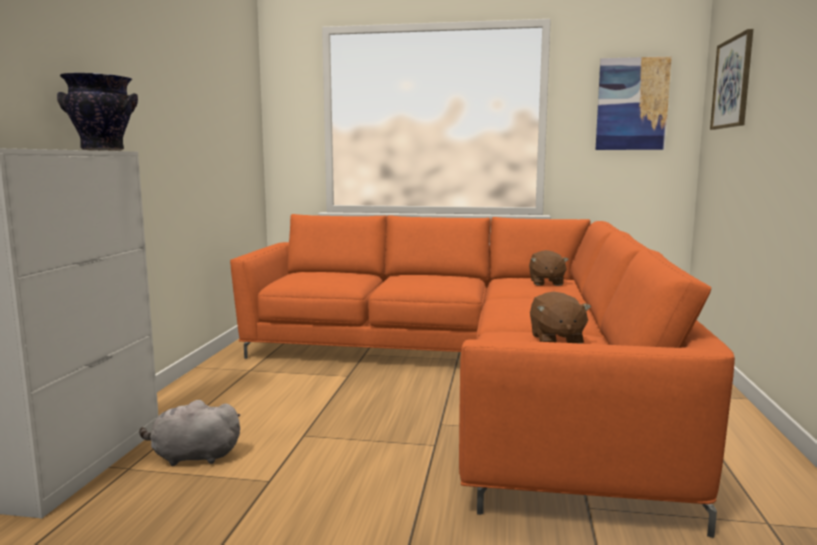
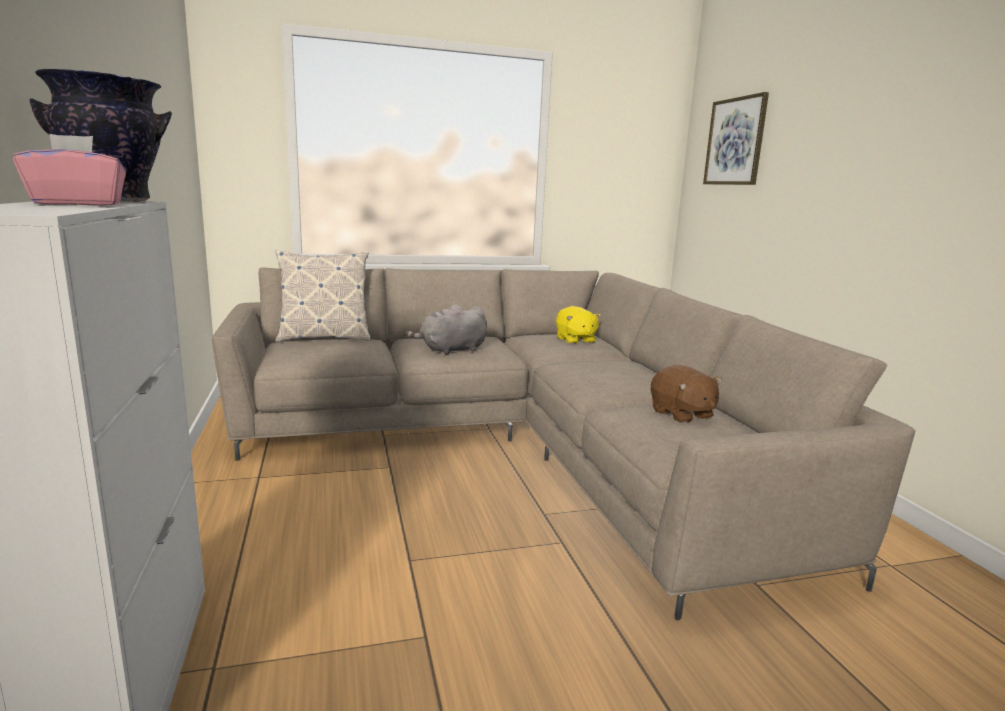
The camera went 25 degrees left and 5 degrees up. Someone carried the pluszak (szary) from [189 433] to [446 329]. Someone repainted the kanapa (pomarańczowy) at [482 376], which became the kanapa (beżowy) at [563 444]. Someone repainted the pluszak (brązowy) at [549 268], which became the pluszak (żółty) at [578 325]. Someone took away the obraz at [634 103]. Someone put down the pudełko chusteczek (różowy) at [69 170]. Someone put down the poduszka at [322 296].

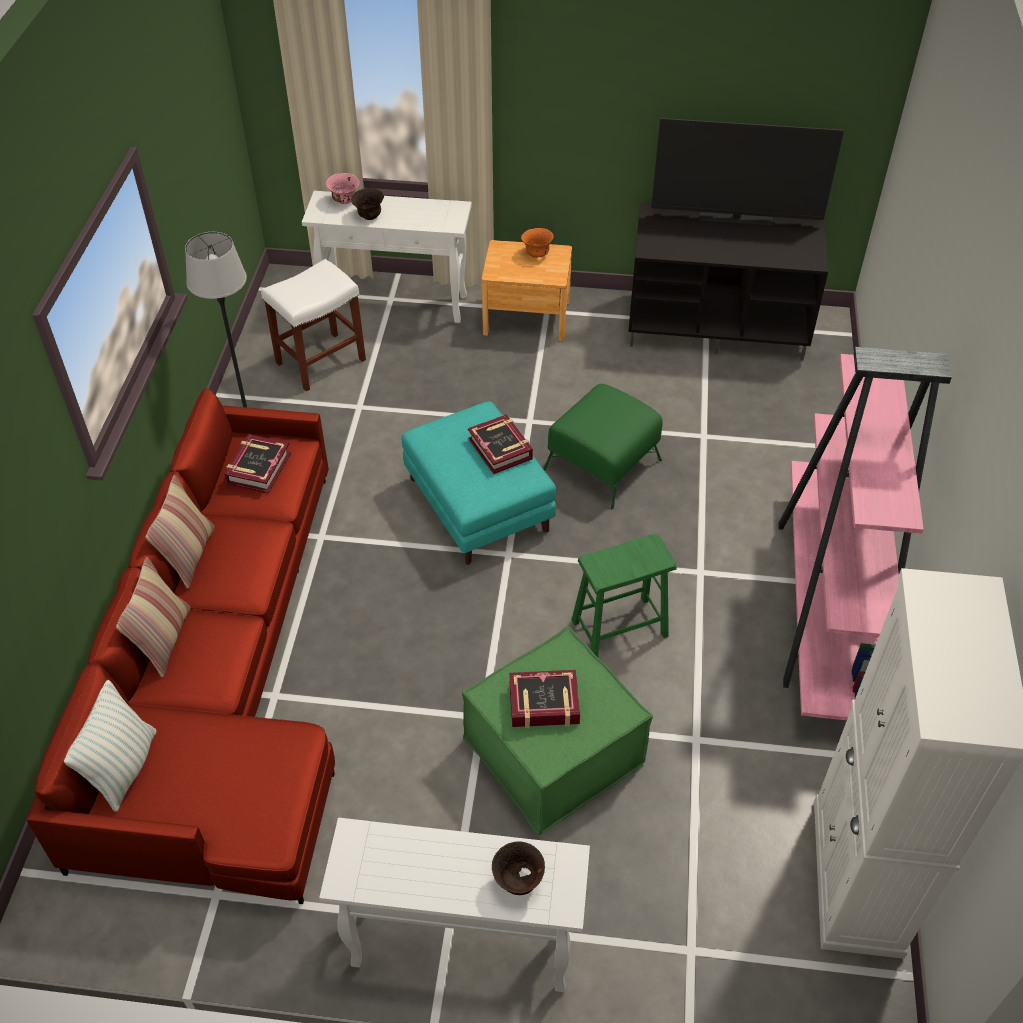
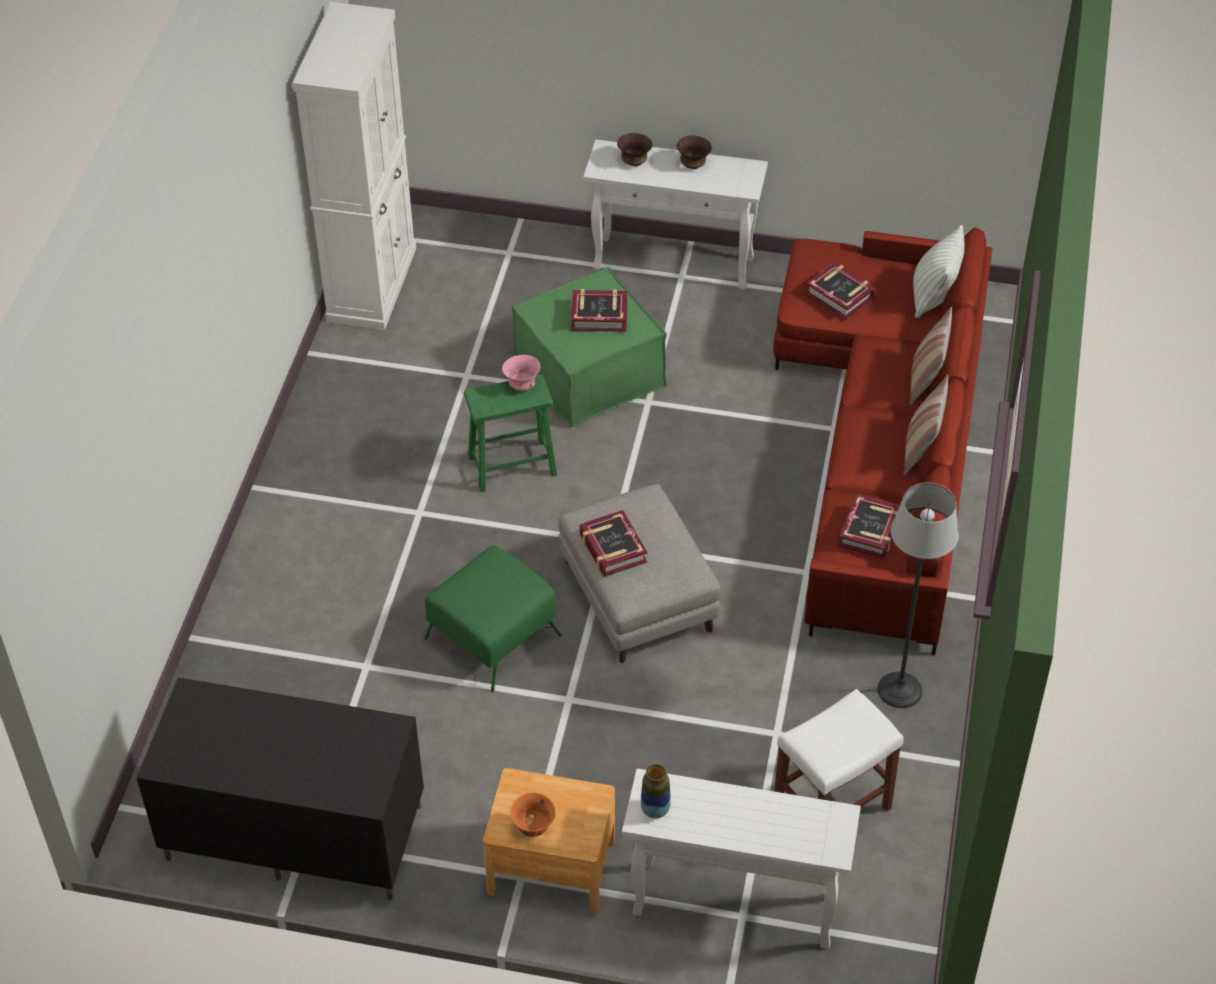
The camera went 175 degrees left and 0 degrees up. Someone carried the miska (różowy) from [342 188] to [521 373]. Someone carried the miska (brązowy) from [367 204] to [694 152]. Someone repainted the pufa (turkusowy) at [479 483], which became the pufa (szary) at [639 573]. Someone took away the telewizor at [747 172]. Someone took away the regał (różowy) at [865 533]. Someone put down the wazon at [656 791]. Someone put down the książka at [840 291].

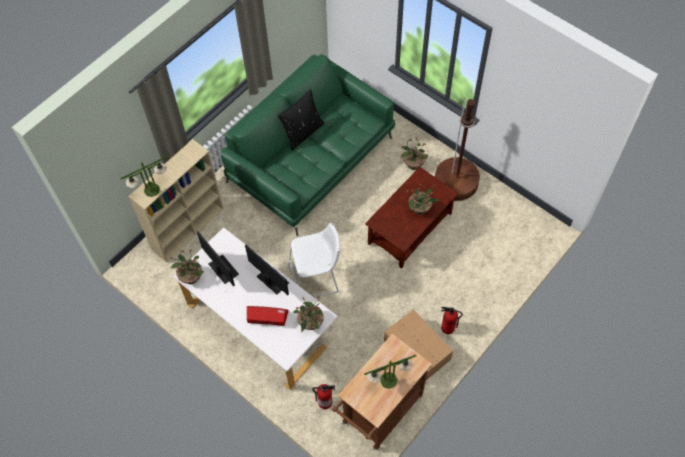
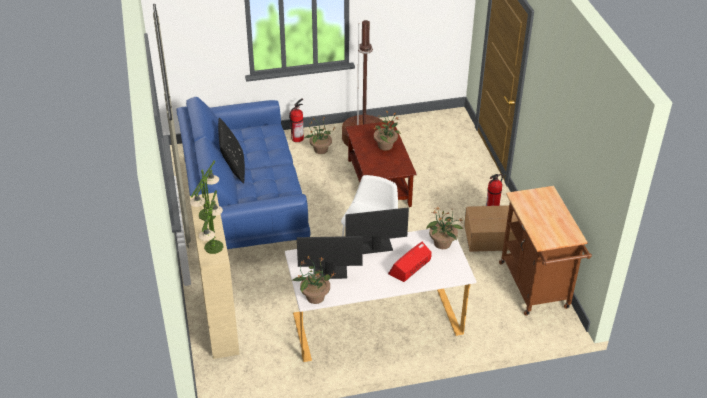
The camera went 55 degrees left and 20 degrees down. Someone repainted the kanapa (zielony) at [308 145], which became the kanapa (niebieski) at [243 173]. Someone carried the gaśnica from [323 396] to [296 120]. Someone carried the lampa stołowa from [390 372] to [204 190].

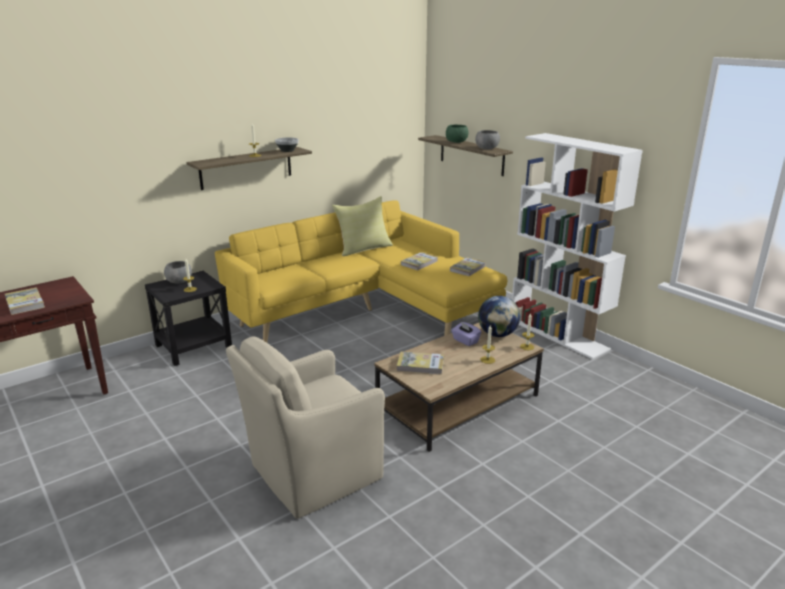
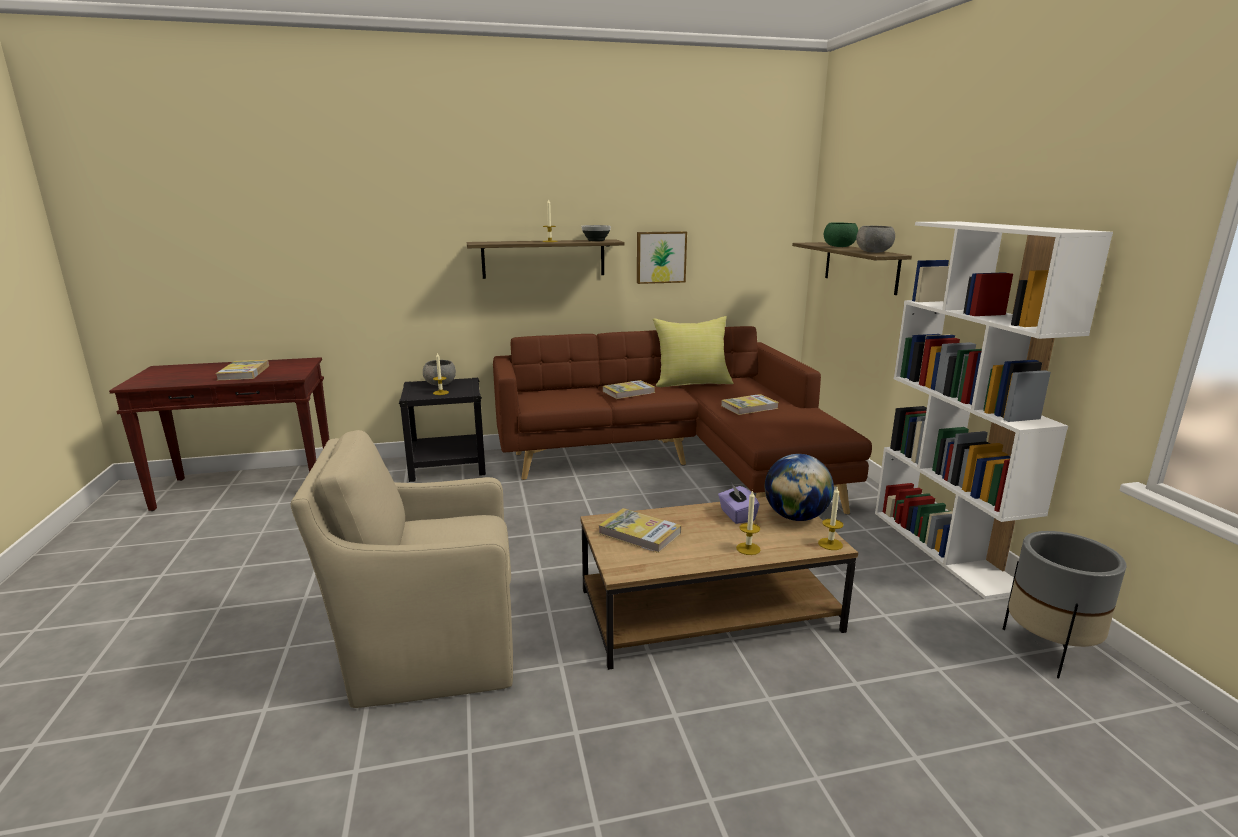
The camera went 25 degrees right and 5 degrees down. Someone repainted the kanapa (żółty) at [361 271], which became the kanapa (brązowy) at [682 420]. Someone carried the książka from [468 266] to [629 389]. Someone put up the obraz at [662 257]. Someone put down the donica (szary) at [1065 604].

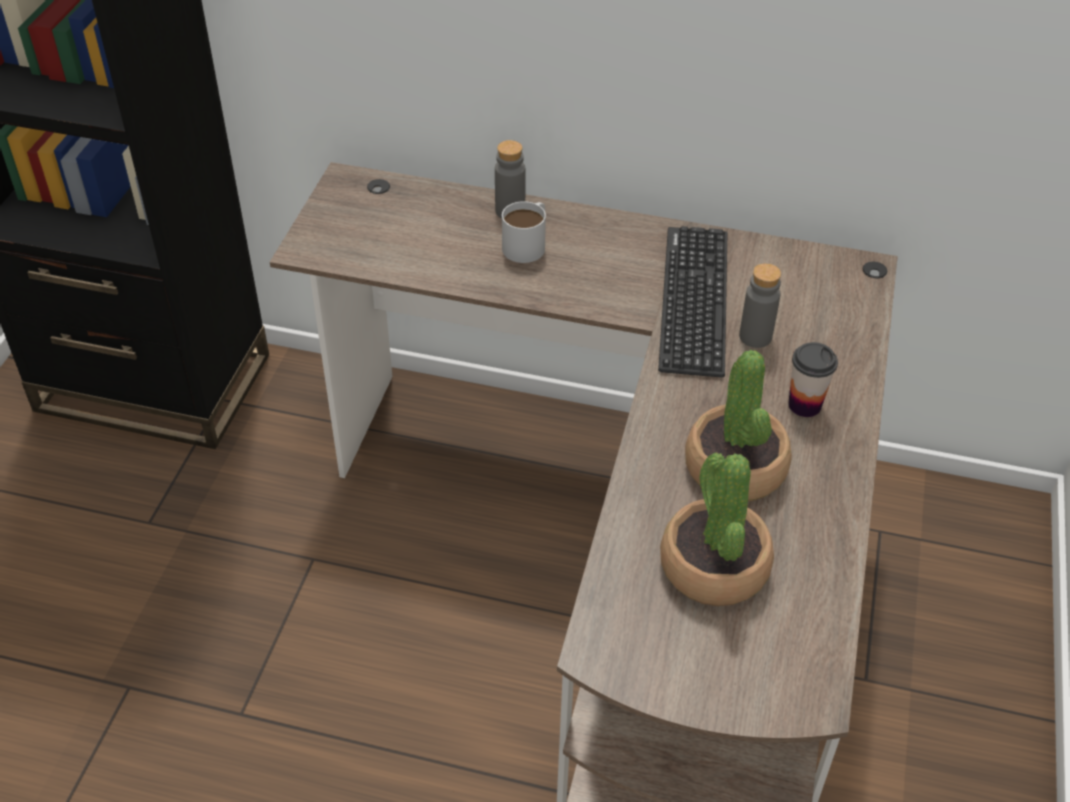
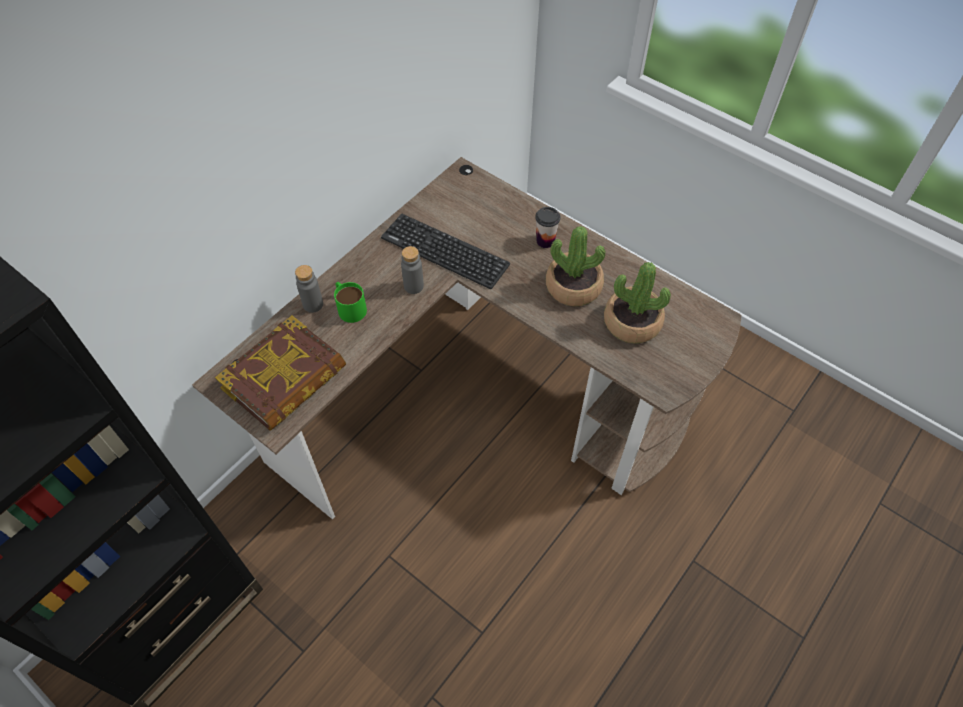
The camera went 65 degrees left and 10 degrees up. Someone repainted the kubek (biały) at [524 232], which became the kubek (zielony) at [350 302]. Someone carried the butelka (szary) from [760 305] to [412 270]. Someone put down the książka at [280 373].

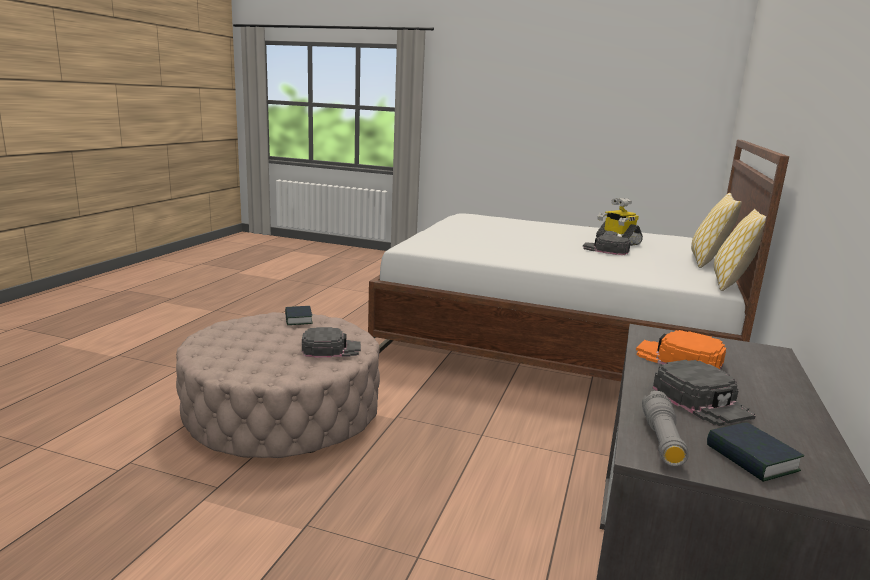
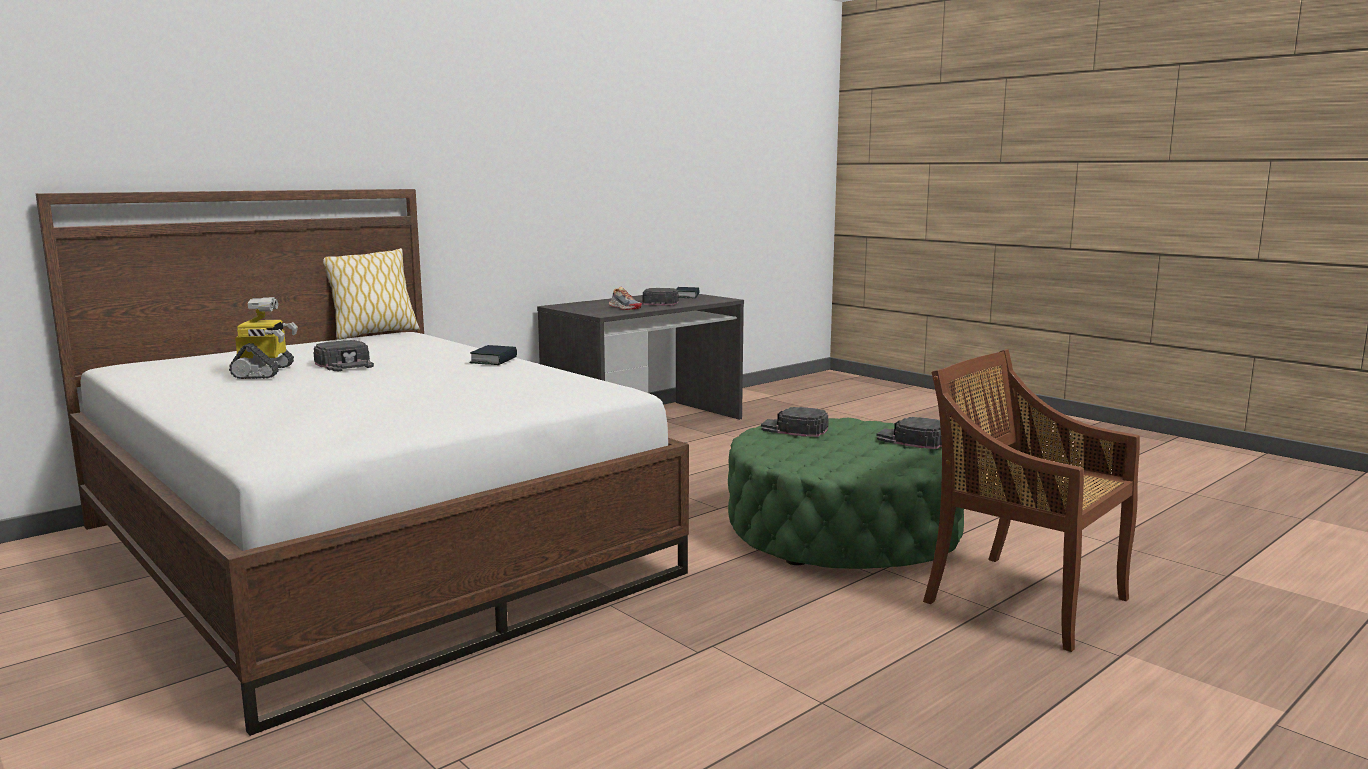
The camera went 150 degrees left and 5 degrees down. Someone repainted the pufa (beżowy) at [278 385], which became the pufa (zielony) at [846 493]. Someone carried the książka from [299 315] to [493 355]. Someone swapped the czapka z daszkiem (pomarańczowy) at [681 350] for the but at [625 298]. Someone took away the latarka (szary) at [665 428]. Someone took away the poduszka at [716 230]. Someone put down the czapka z daszkiem (czarny) at [909 433]. Someone put down the krzesło (brązowy) at [1031 500].

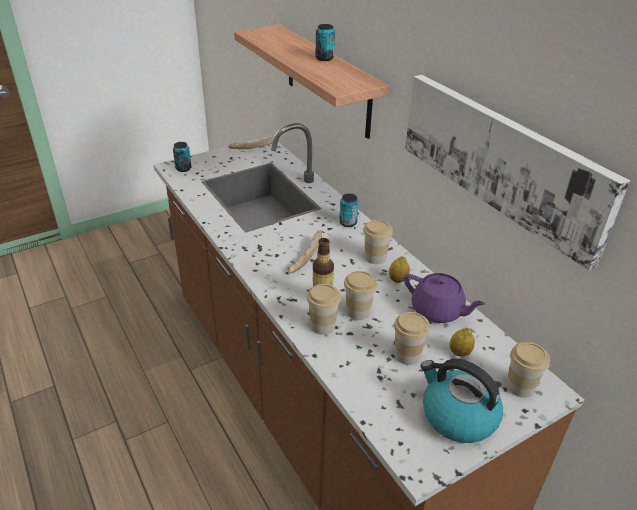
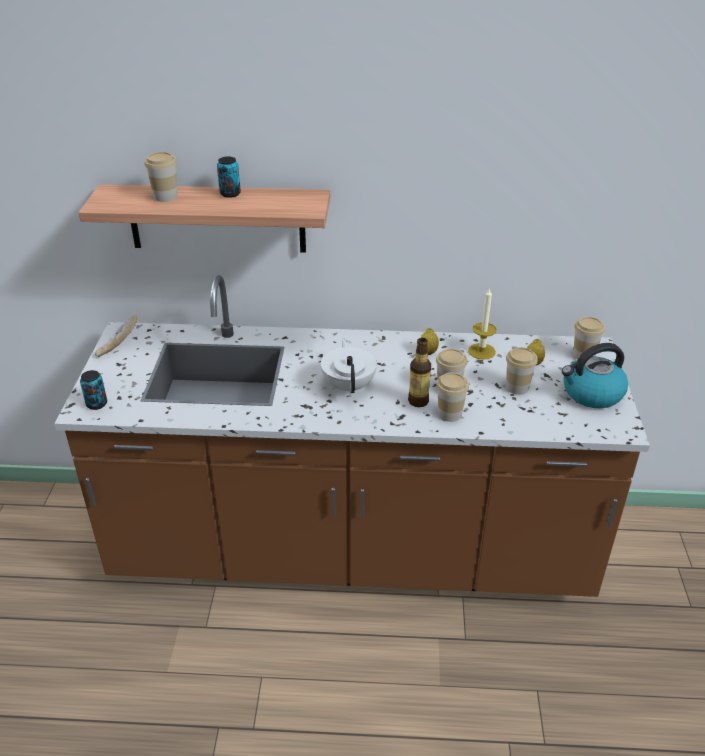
The camera went 55 degrees left and 0 degrees up. Someone swapped the chleb at [305 251] for the imbryk (biały) at [349 366]. Someone took away the puszka at [349 210]. Someone carried the filiżanka from [378 242] to [161 177]. Someone swapped the imbryk (fioletowy) at [445 298] for the świeca at [482 323]. Someone took away the obraz at [517 172].

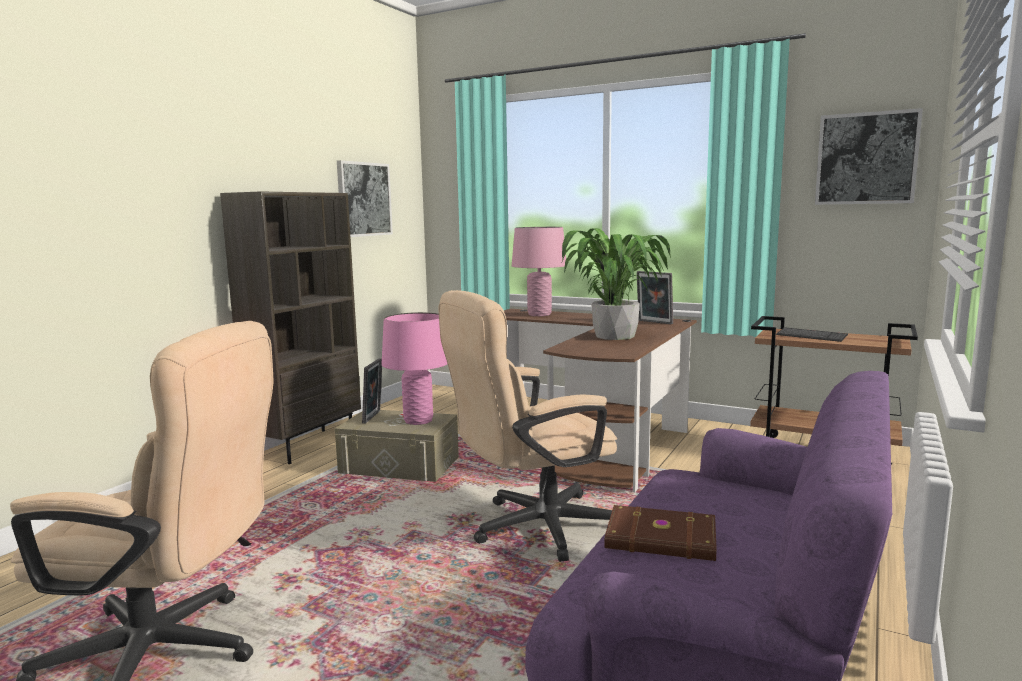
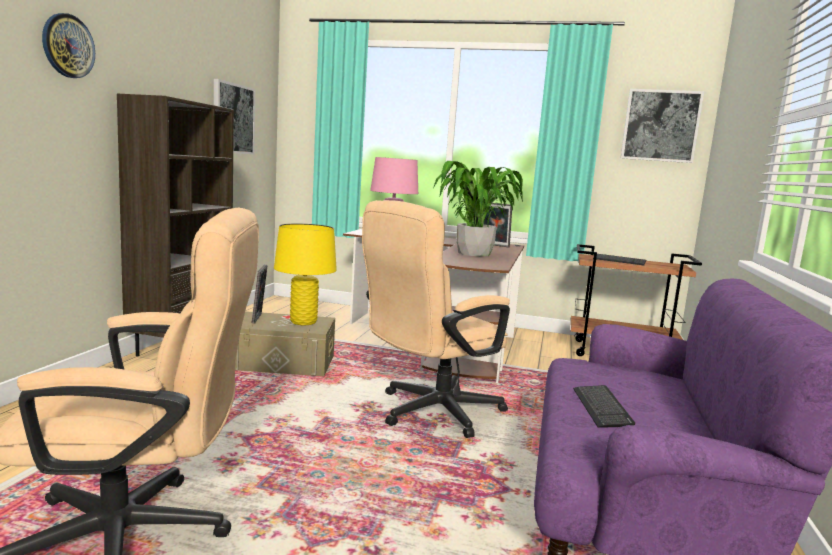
The camera went 15 degrees left and 0 degrees up. Someone repainted the lampa stołowa (różowy) at [414 368], which became the lampa stołowa (żółty) at [305 274]. Someone swapped the książka (brązowy) at [660 533] for the klawiatura at [604 406]. Someone put up the zegar ścienny at [68 45].

